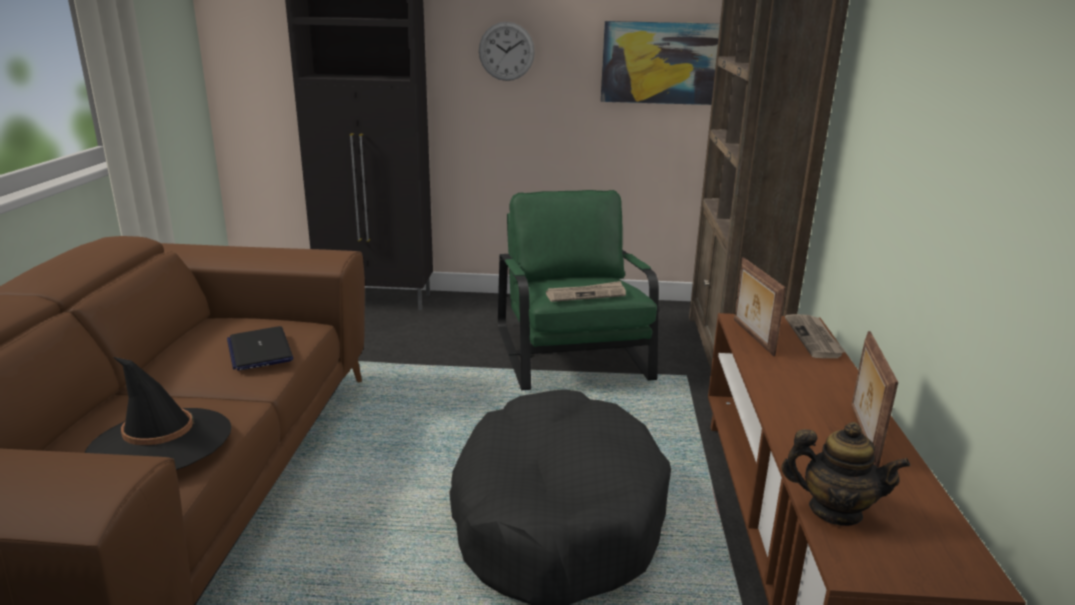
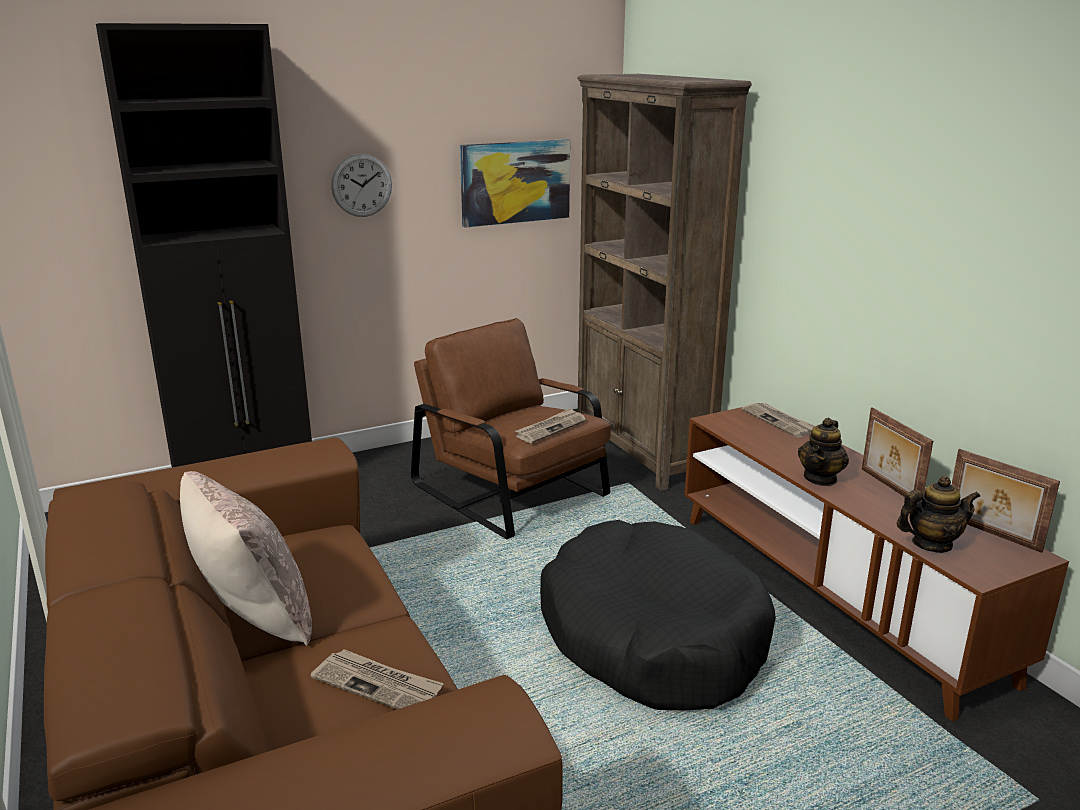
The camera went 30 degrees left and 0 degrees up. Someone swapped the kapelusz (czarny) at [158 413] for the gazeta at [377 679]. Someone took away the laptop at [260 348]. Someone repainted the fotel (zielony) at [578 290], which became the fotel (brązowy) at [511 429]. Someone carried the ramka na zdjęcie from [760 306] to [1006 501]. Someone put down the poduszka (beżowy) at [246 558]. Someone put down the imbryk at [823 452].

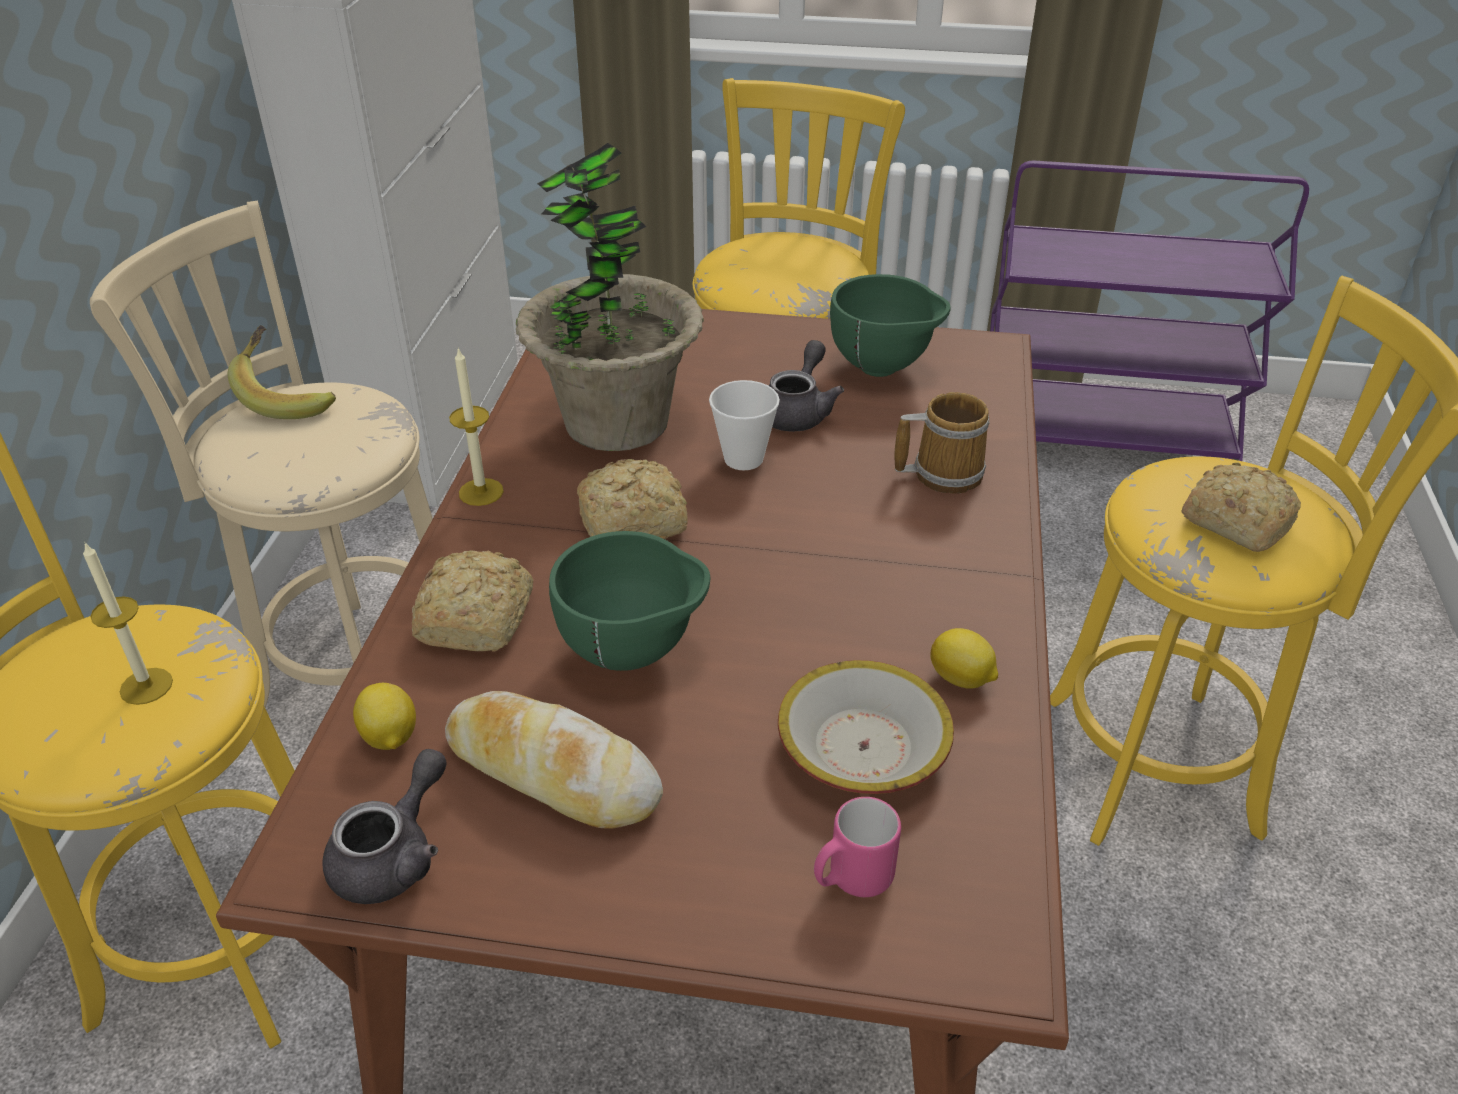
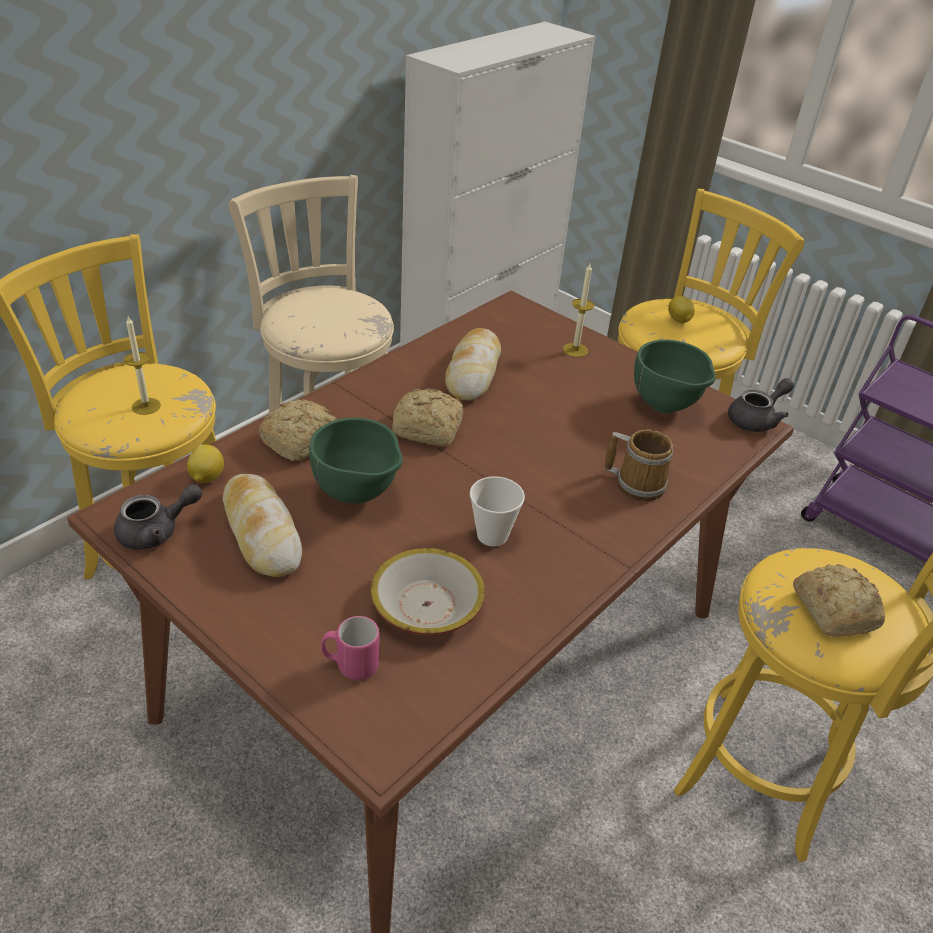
The camera went 30 degrees right and 0 degrees up. Someone took away the banan at [282 372]. Someone carried the świeca from [476 426] to [579 310]. Someone swapped the roślina doniczkowa at [610 297] for the chleb at [473 364]. Someone carried the filiżanka from [744 425] to [497 511]. Someone carried the imbryk (szary) from [806 386] to [761 405]. Someone carried the cytryna from [964 658] to [681 309].

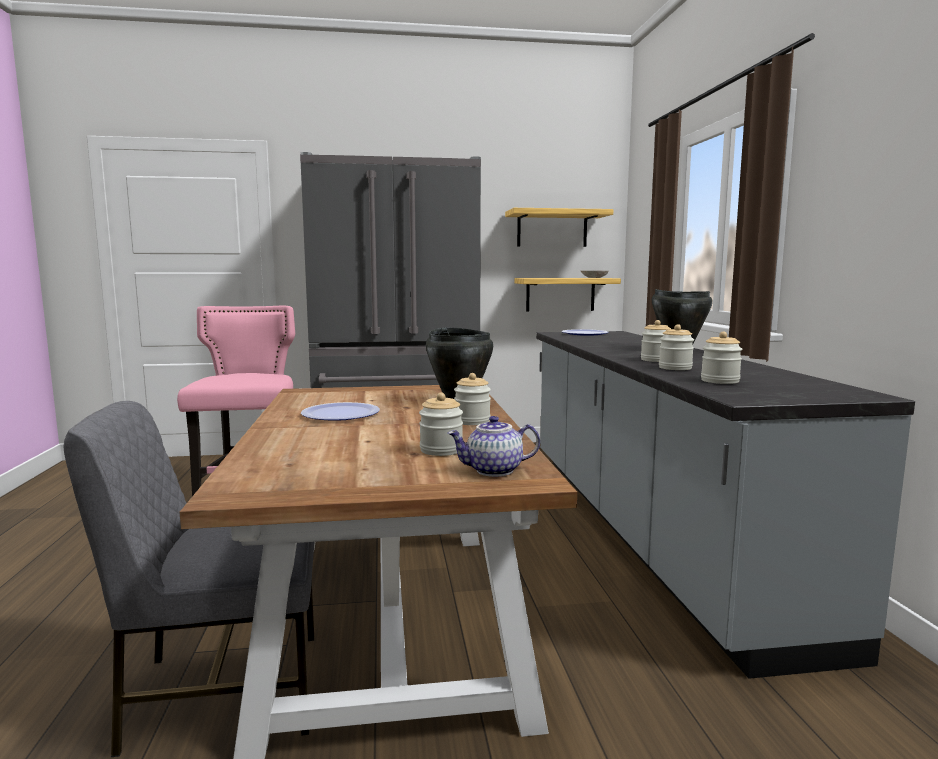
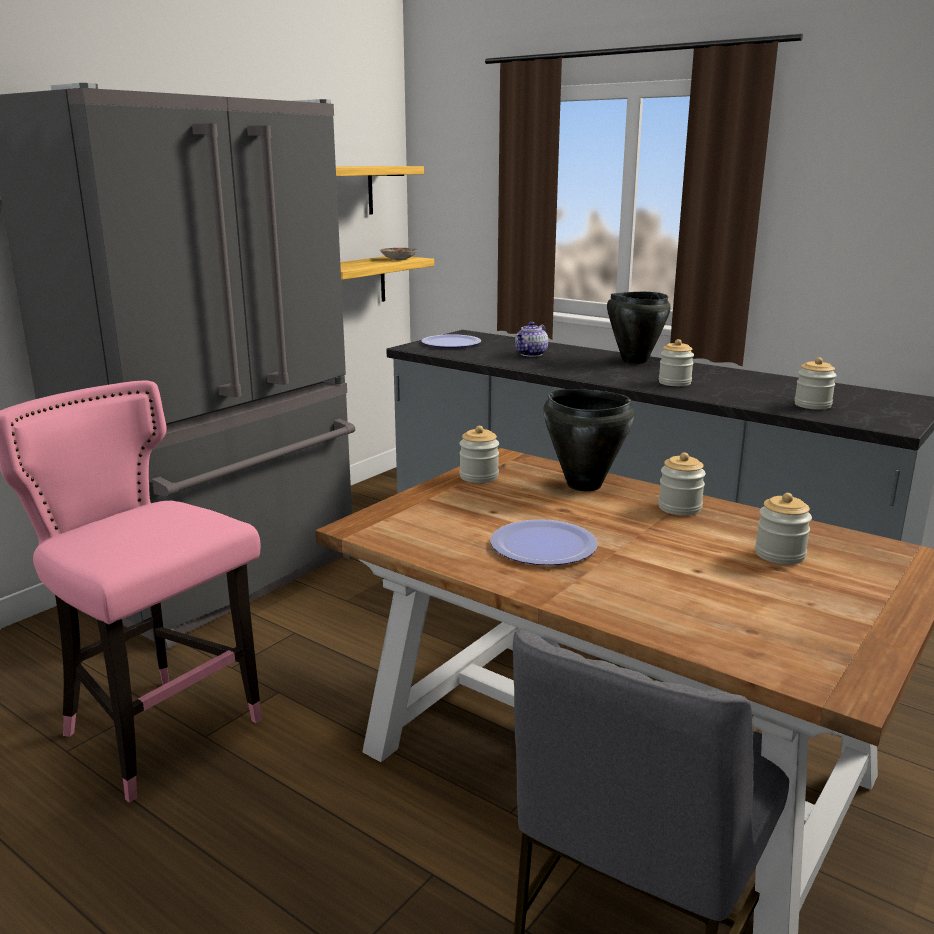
The camera went 45 degrees left and 10 degrees up. Someone carried the imbryk from [493 446] to [531 339]. Someone carried the słoik from [676 347] to [479 454].

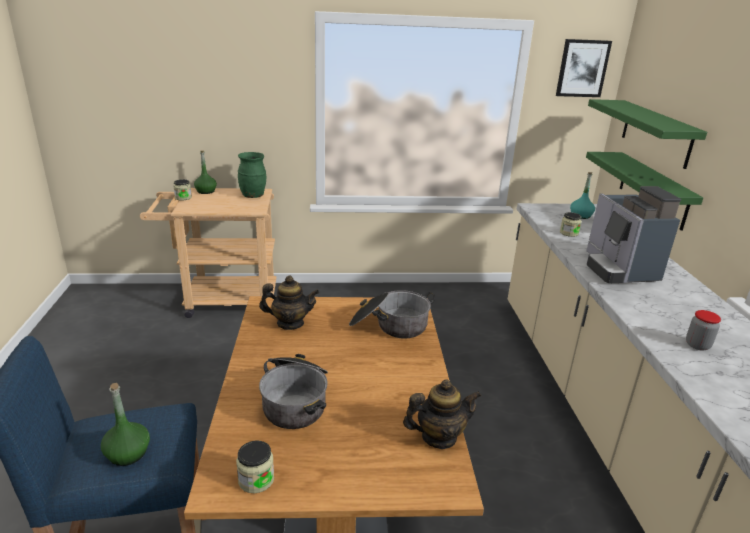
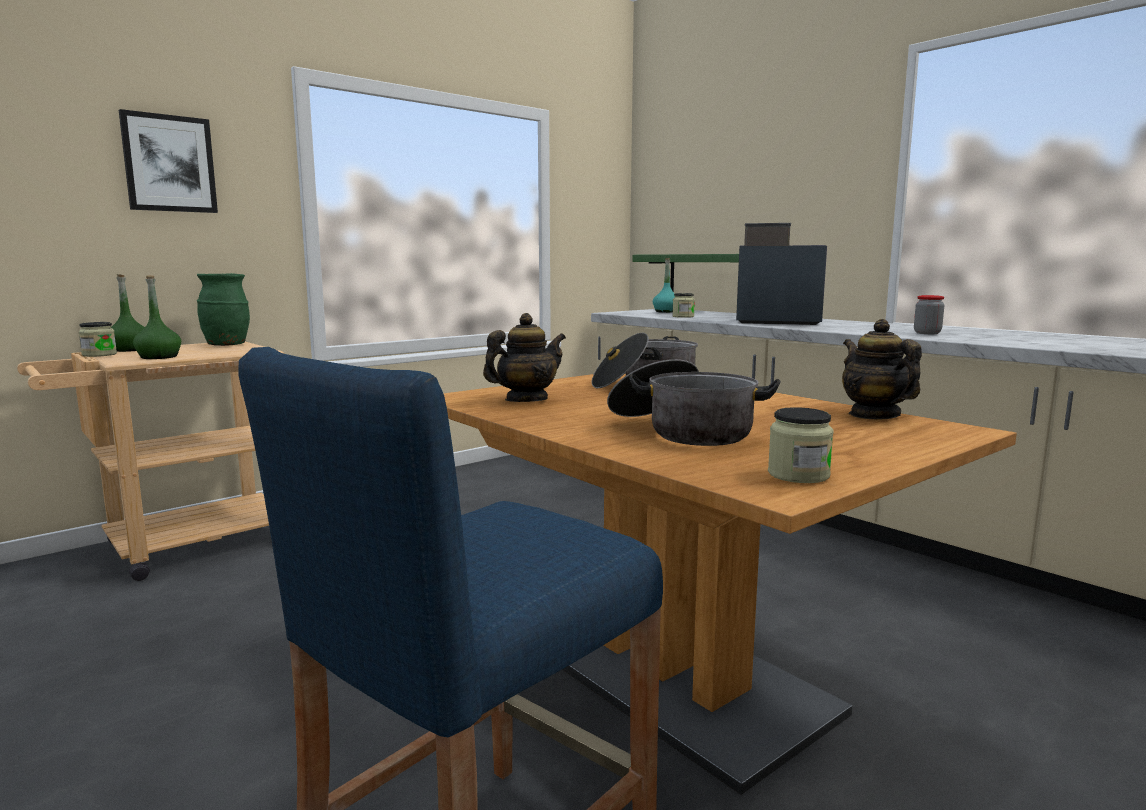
The camera went 35 degrees left and 15 degrees down. Someone carried the butelka (zielony) from [125 424] to [157 317]. Someone rotated the imbryk at [442 414] by 60 degrees counterclockwise. Someone carried the obraz from [584 68] to [168 161]. Someone rotated the ekspres do kawy at [633 234] by 150 degrees clockwise. Someone took away the półka (zielony) at [647 134].

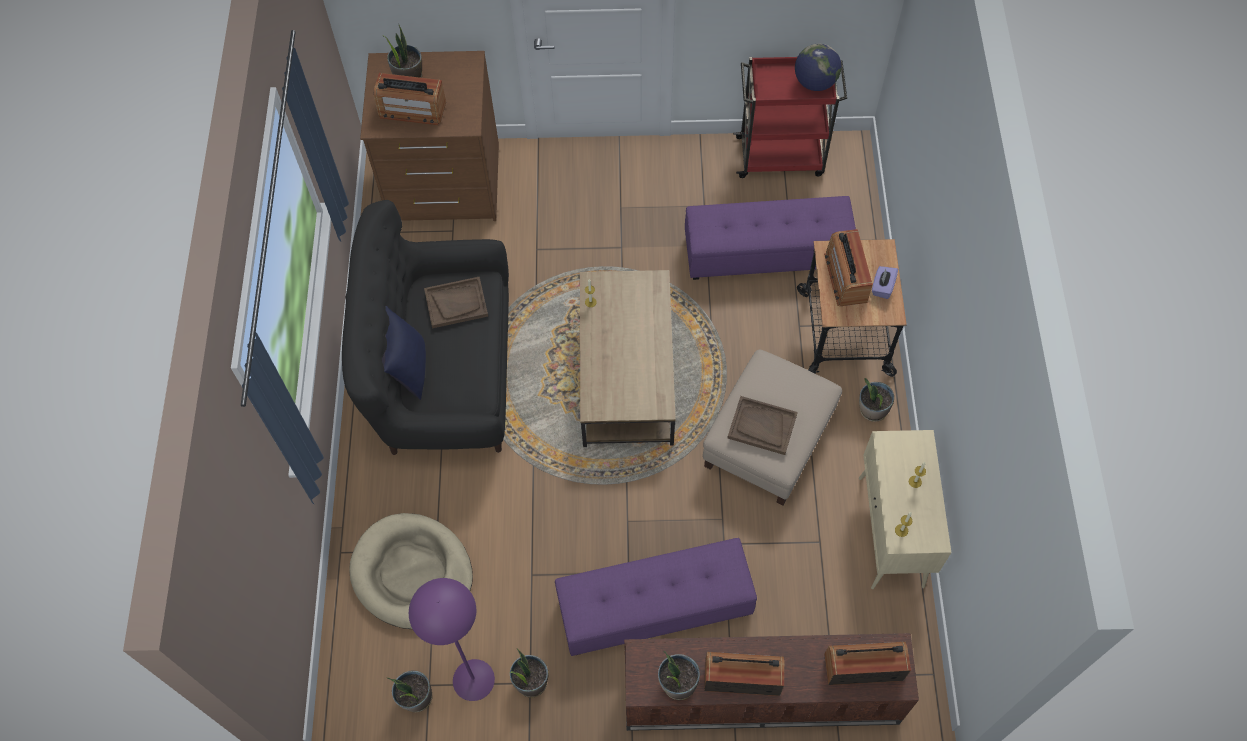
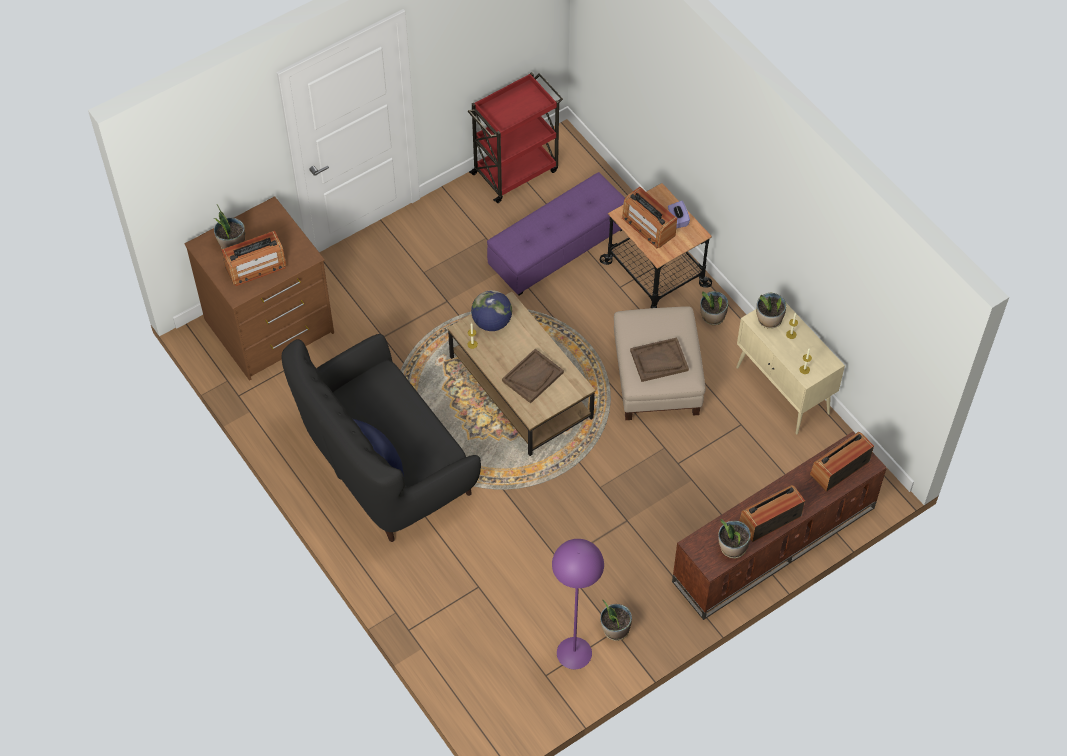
The camera went 35 degrees left and 5 degrees down. Someone took away the legowisko (beżowy) at [411 571]. Someone carried the roślina doniczkowa from [410 691] to [771 311]. Someone carried the taca (brązowy) from [456 302] to [533 376]. Someone took away the pufa (fioletowy) at [656 597]. Someone carried the globus from [818 67] to [491 310].

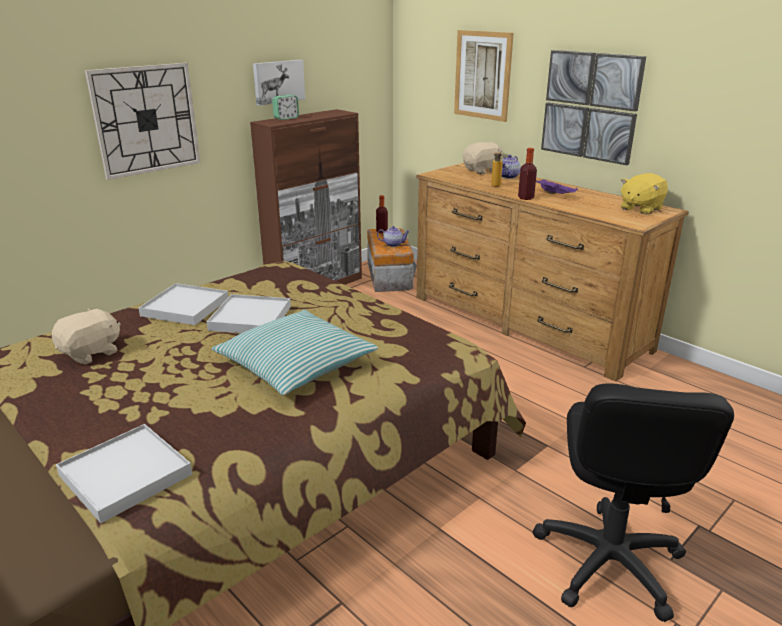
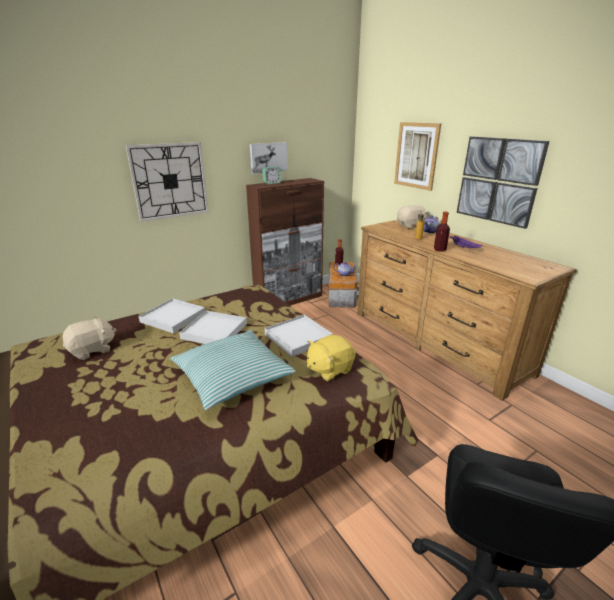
The camera went 10 degrees right and 0 degrees up. Someone carried the taca (biały) from [124 473] to [299 336]. Someone carried the pluszak (żółty) from [644 193] to [331 358].

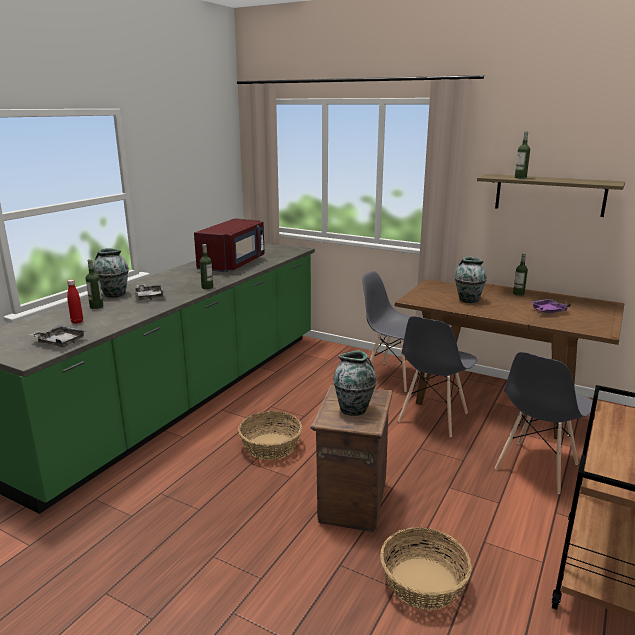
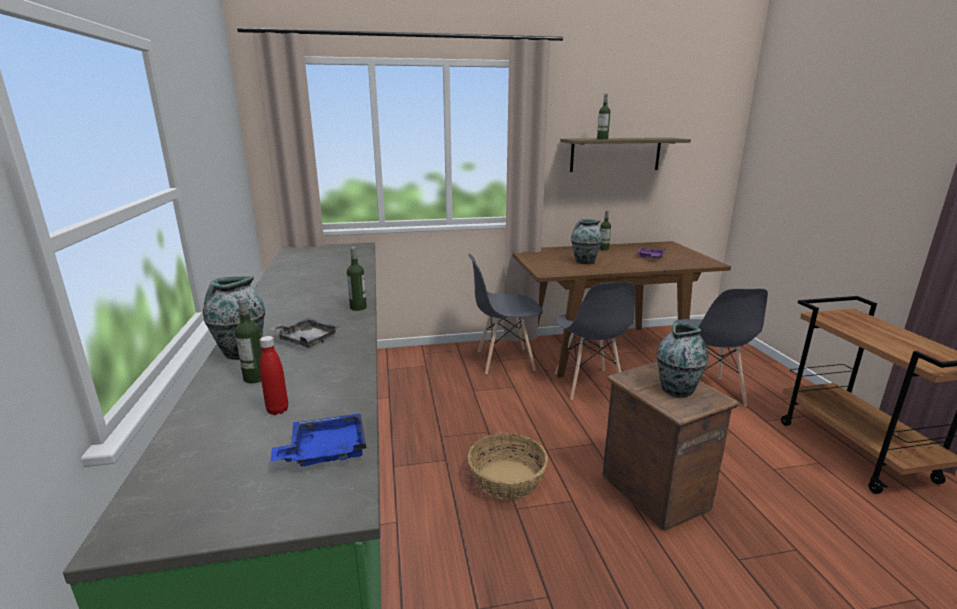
The camera went 40 degrees left and 0 degrees up. Someone repainted the taca (szary) at [58 336], which became the taca (niebieski) at [318 440]. Someone took away the mikrofalówka (czerwony) at [229 245]. Someone took away the koszyk at [426 568].

